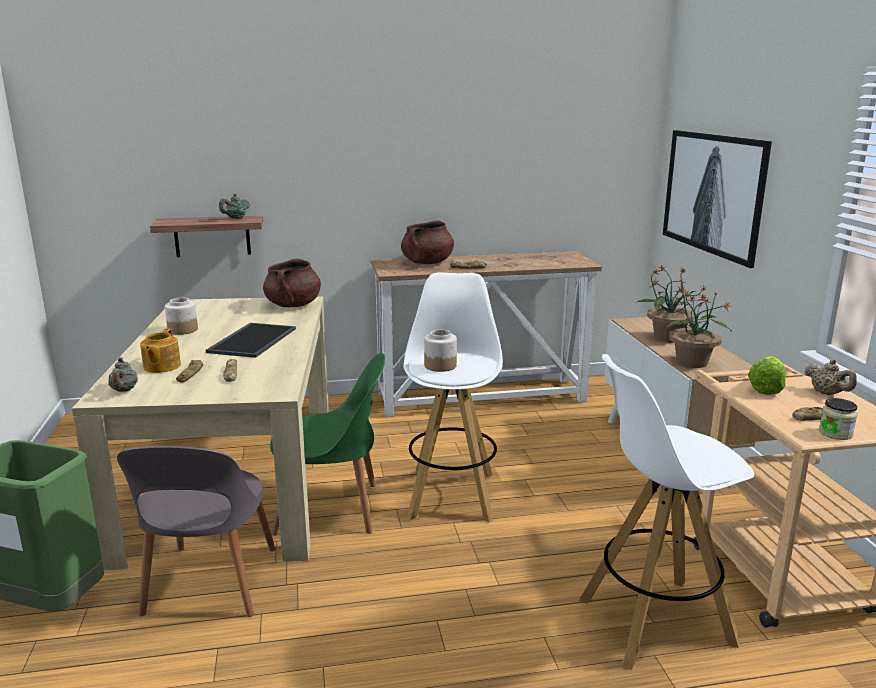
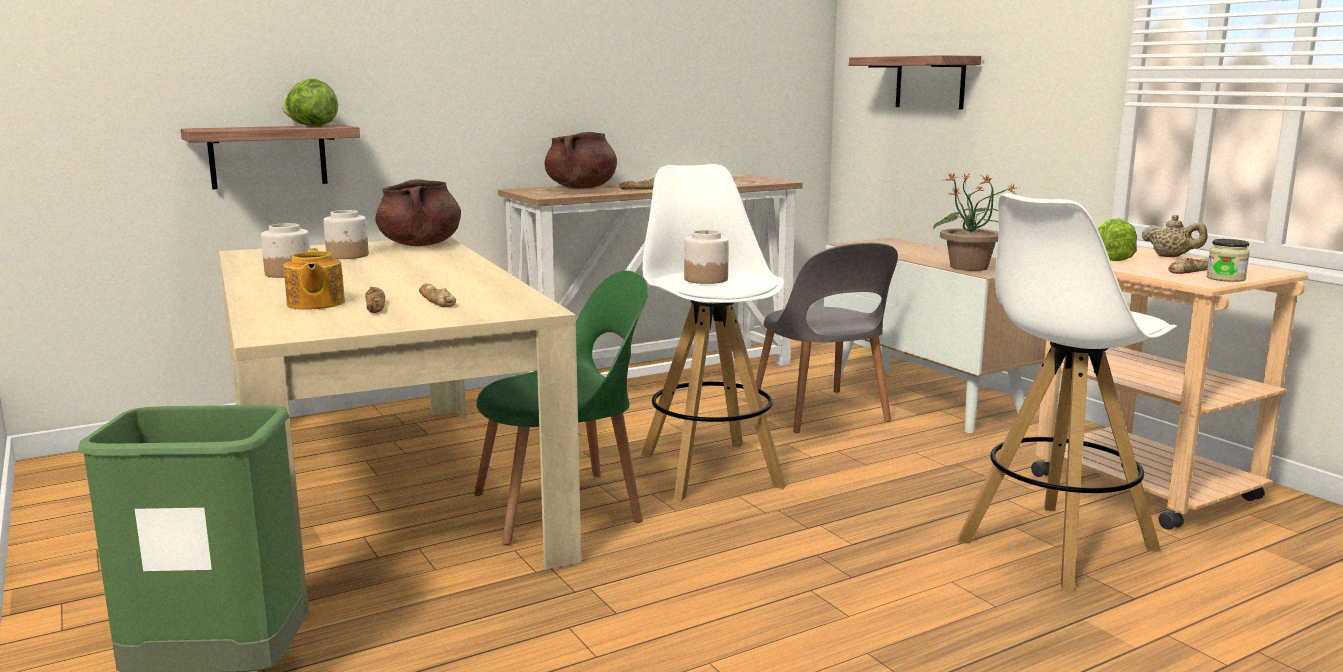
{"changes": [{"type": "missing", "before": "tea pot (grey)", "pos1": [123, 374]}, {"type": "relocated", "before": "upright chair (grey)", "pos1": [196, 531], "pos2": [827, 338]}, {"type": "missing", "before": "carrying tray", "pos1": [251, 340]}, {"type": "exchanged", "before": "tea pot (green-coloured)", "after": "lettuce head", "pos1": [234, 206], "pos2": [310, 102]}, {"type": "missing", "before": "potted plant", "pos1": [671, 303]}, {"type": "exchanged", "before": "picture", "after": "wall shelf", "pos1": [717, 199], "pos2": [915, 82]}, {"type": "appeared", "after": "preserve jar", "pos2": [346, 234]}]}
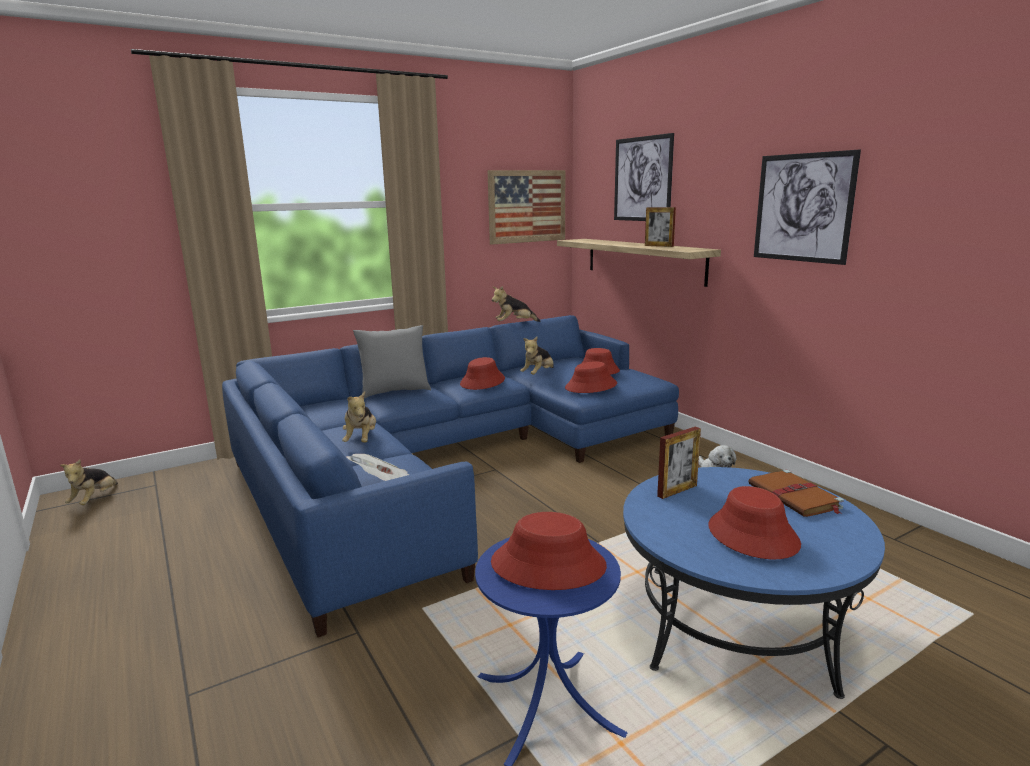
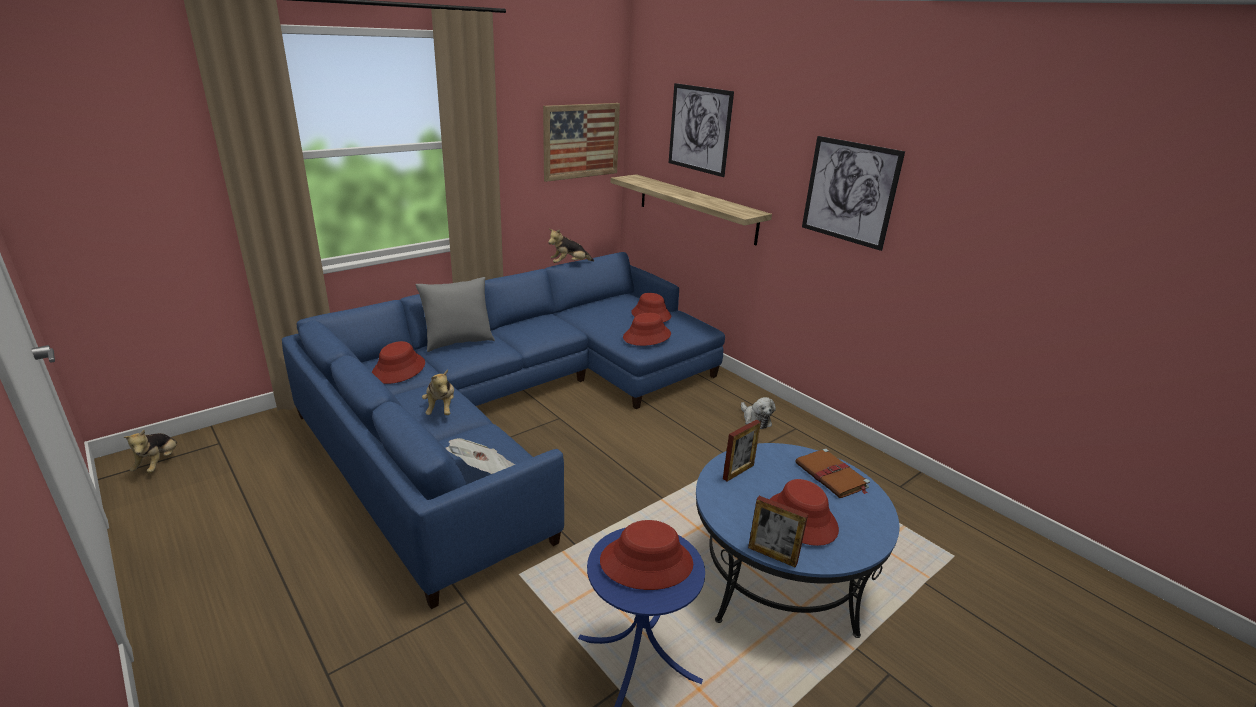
{"changes": [{"type": "relocated", "before": "wearable hat (reddish)", "pos1": [482, 373], "pos2": [398, 362]}, {"type": "missing", "before": "soft toy", "pos1": [537, 356]}, {"type": "relocated", "before": "picture frame", "pos1": [660, 227], "pos2": [778, 532]}]}
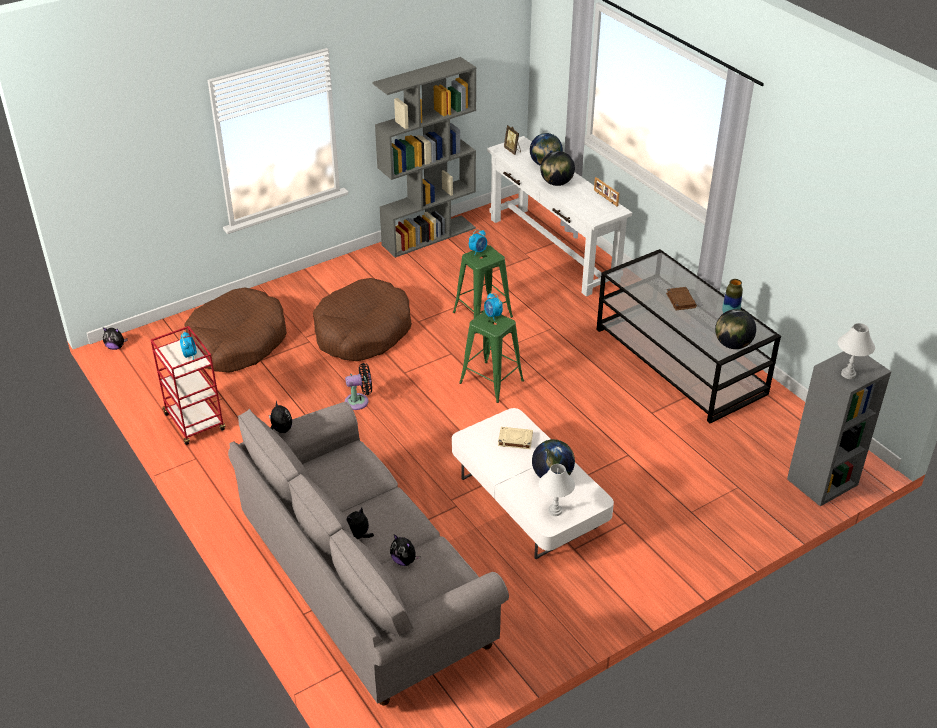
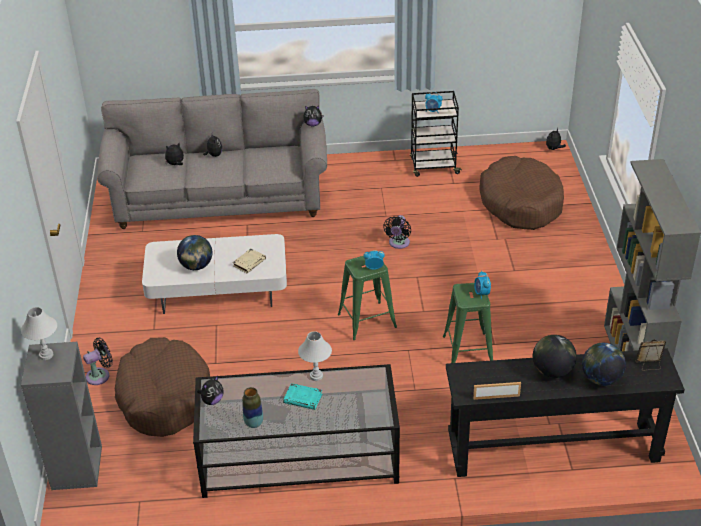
{"changes": [{"type": "colour", "before": "wheeled cart (reddish)", "after": "wheeled cart (black-coloured)", "pos1": [187, 385], "pos2": [436, 134]}, {"type": "relocated", "before": "dog cushion (brownish)", "pos1": [362, 319], "pos2": [162, 387]}, {"type": "colour", "before": "hall table (white-coloured)", "after": "hall table (black-coloured)", "pos1": [559, 216], "pos2": [565, 412]}, {"type": "relocated", "before": "lamp for a table (white-coloured)", "pos1": [557, 490], "pos2": [315, 356]}, {"type": "colour", "before": "bound book (brownish)", "after": "bound book (blue-green)", "pos1": [681, 298], "pos2": [302, 396]}, {"type": "exchanged", "before": "desk globe", "after": "soft toy", "pos1": [735, 329], "pos2": [210, 390]}, {"type": "appeared", "after": "electric fan (black-coloured)", "pos2": [98, 361]}]}
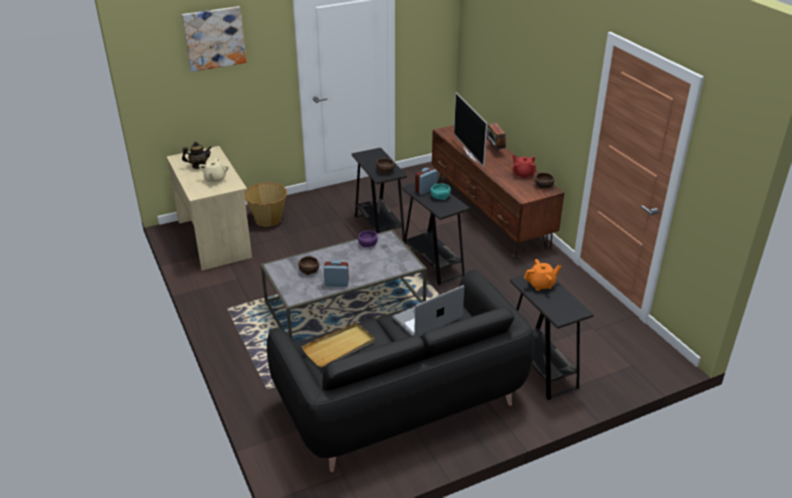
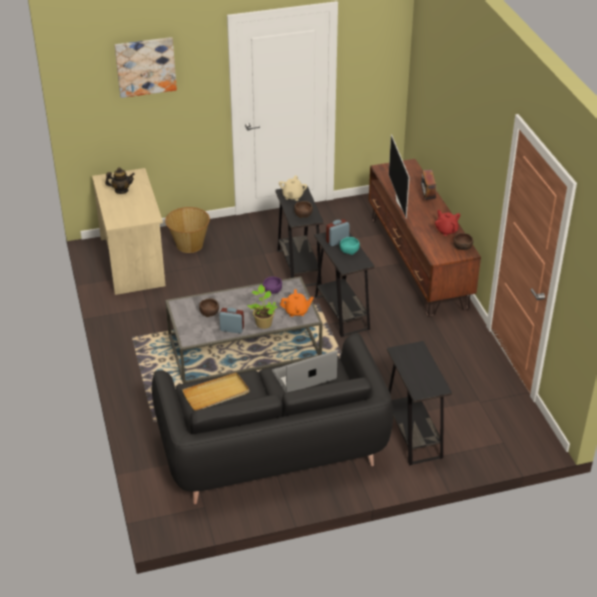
{"changes": [{"type": "relocated", "before": "tea pot (sand-coloured)", "pos1": [214, 170], "pos2": [293, 188]}, {"type": "relocated", "before": "tea pot (orange-coloured)", "pos1": [542, 275], "pos2": [297, 303]}, {"type": "appeared", "after": "potted plant", "pos2": [262, 307]}]}
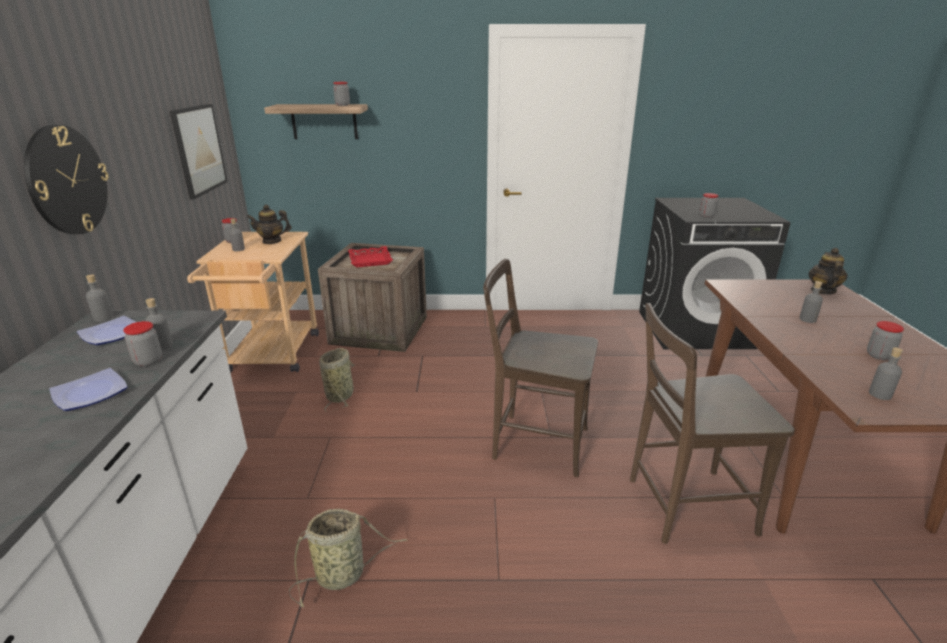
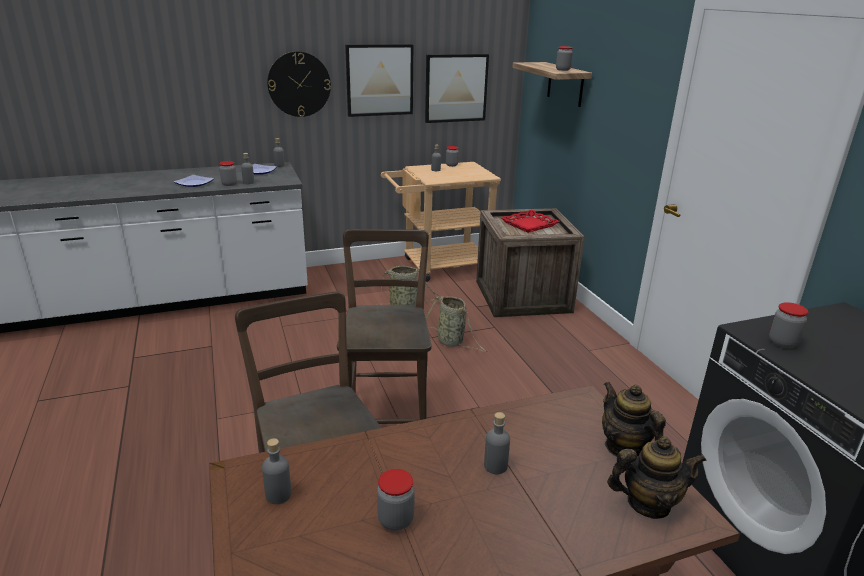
{"changes": [{"type": "relocated", "before": "tea pot", "pos1": [269, 224], "pos2": [634, 419]}, {"type": "relocated", "before": "basket", "pos1": [348, 557], "pos2": [456, 324]}, {"type": "appeared", "after": "picture", "pos2": [379, 80]}]}
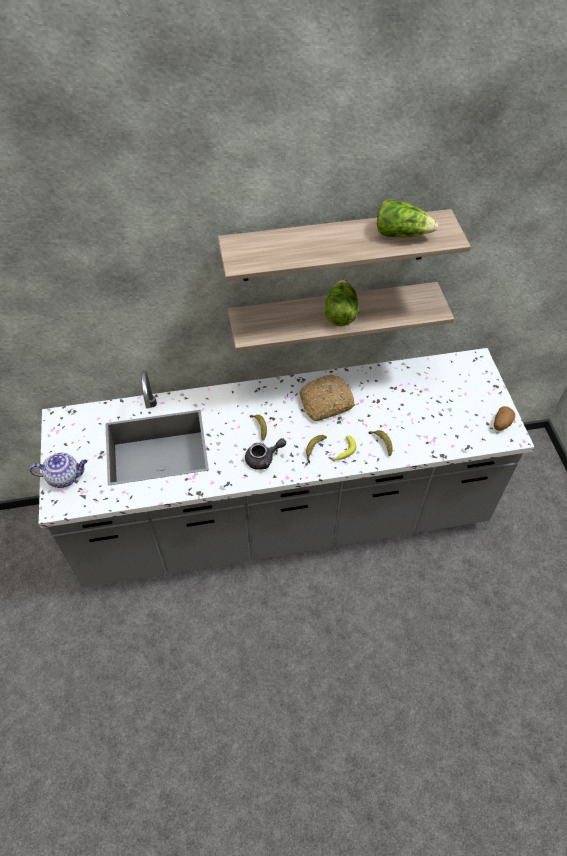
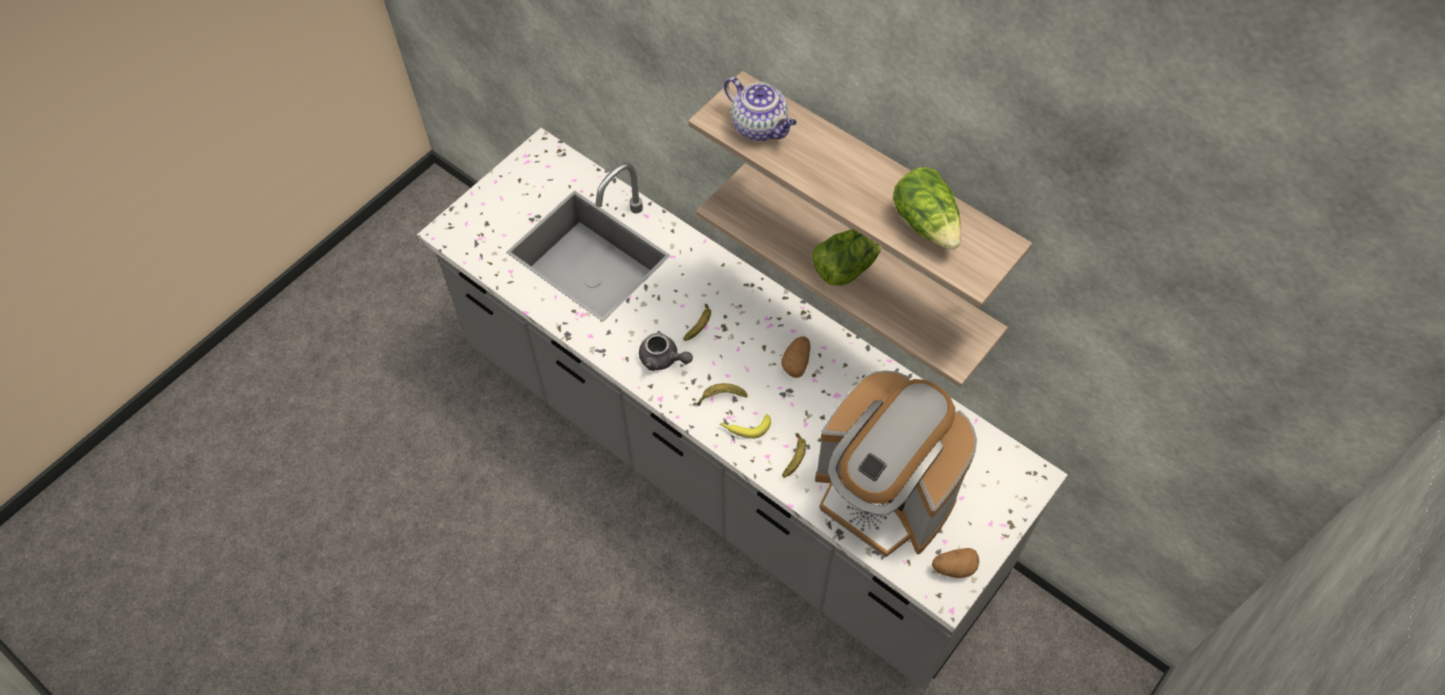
{"changes": [{"type": "relocated", "before": "tea pot", "pos1": [58, 470], "pos2": [760, 109]}, {"type": "exchanged", "before": "bread", "after": "spud", "pos1": [327, 397], "pos2": [795, 357]}, {"type": "appeared", "after": "coffee machine", "pos2": [896, 464]}]}
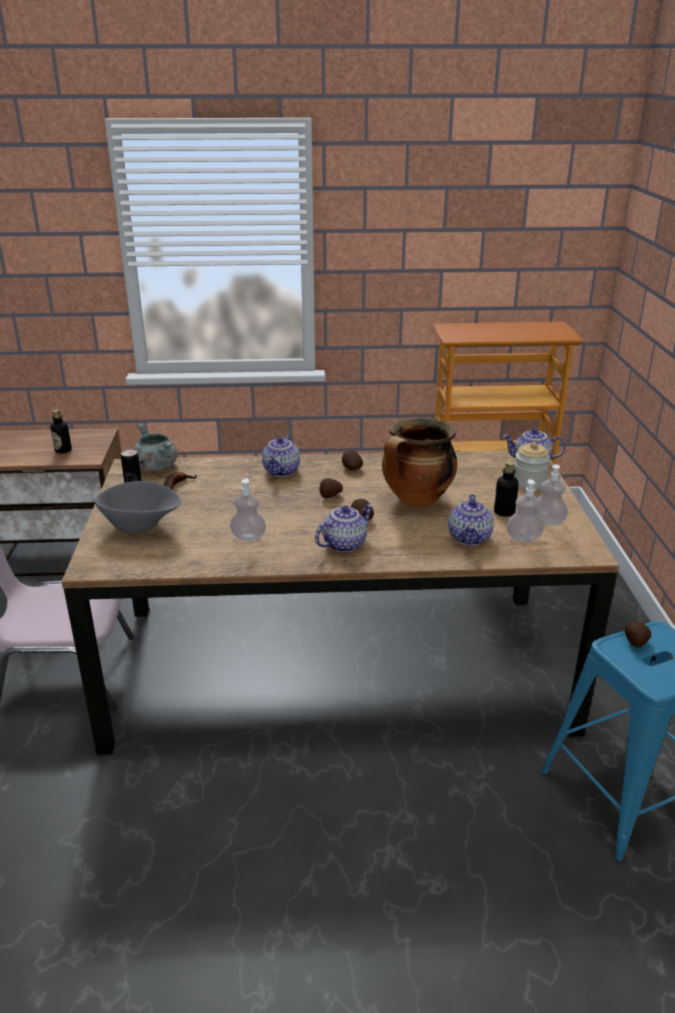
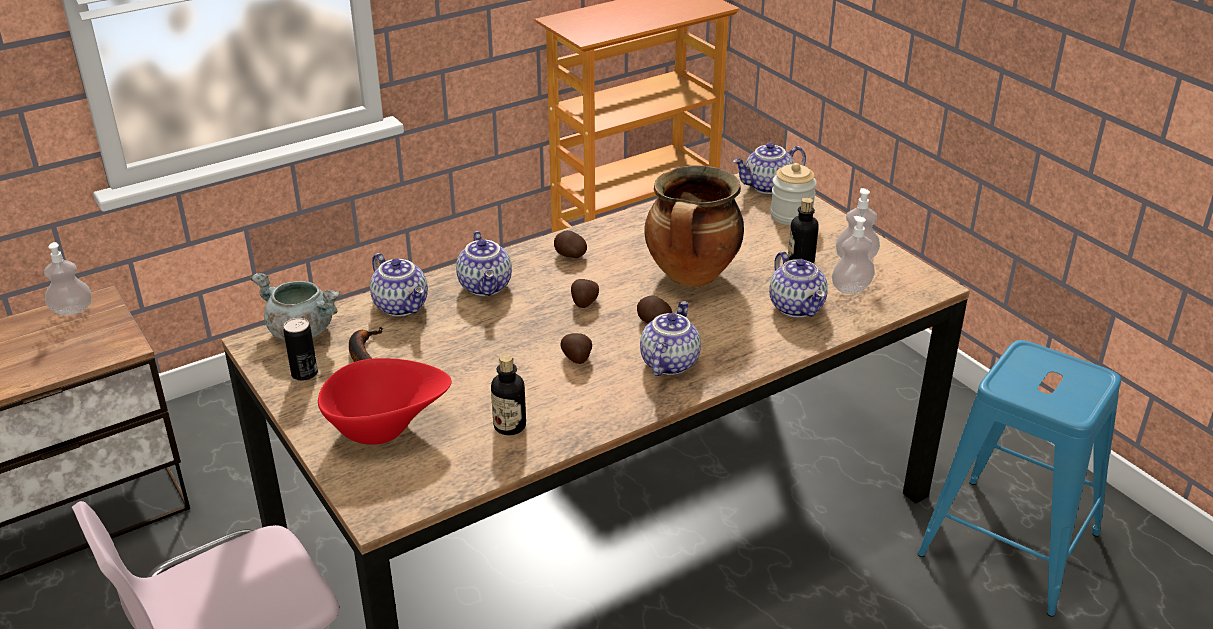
{"changes": [{"type": "relocated", "before": "bottle", "pos1": [61, 431], "pos2": [508, 394]}, {"type": "colour", "before": "serving bowl (grey)", "after": "serving bowl (reddish)", "pos1": [138, 507], "pos2": [385, 401]}, {"type": "relocated", "before": "soap bottle", "pos1": [248, 510], "pos2": [68, 278]}, {"type": "relocated", "before": "spud", "pos1": [638, 634], "pos2": [576, 348]}, {"type": "appeared", "after": "tea pot", "pos2": [399, 285]}]}
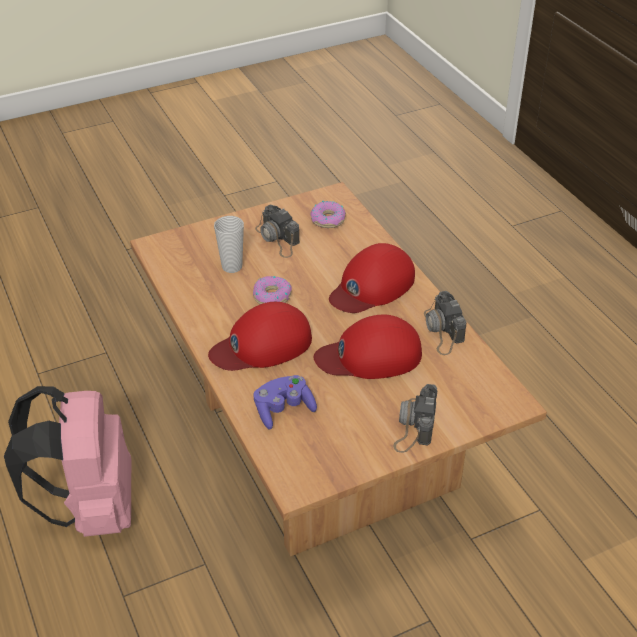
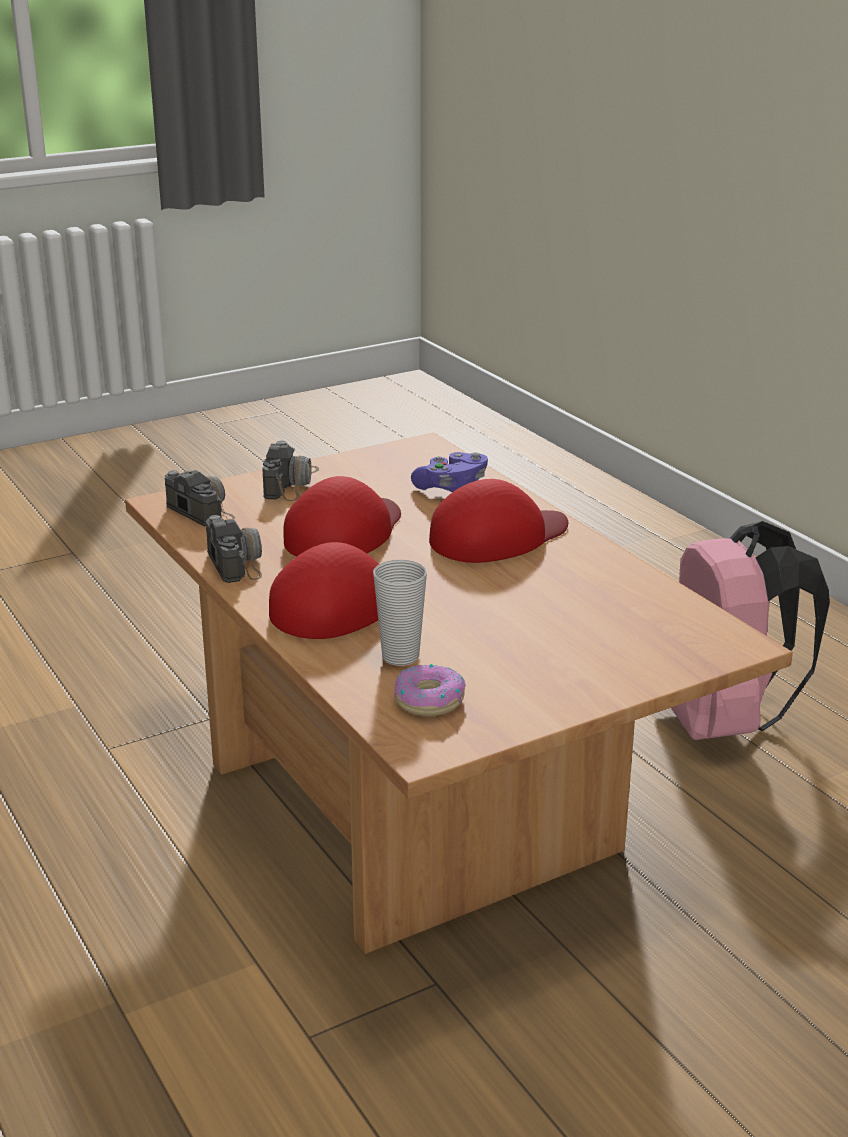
{"changes": [{"type": "relocated", "before": "small cup", "pos1": [229, 244], "pos2": [400, 613]}, {"type": "missing", "before": "ring doughnut", "pos1": [272, 290]}, {"type": "relocated", "before": "photo camera", "pos1": [277, 231], "pos2": [200, 498]}, {"type": "spun", "before": "baseball cap (reddish)", "pos1": [368, 347], "pos2": [342, 516], "turn": -45}]}
